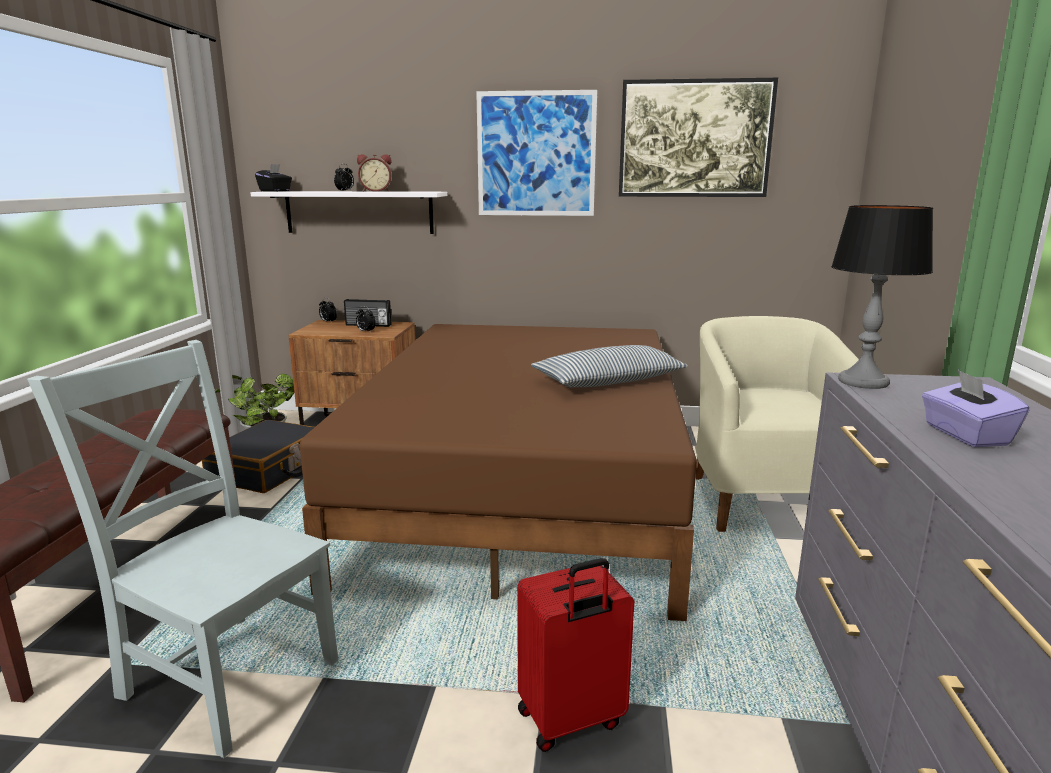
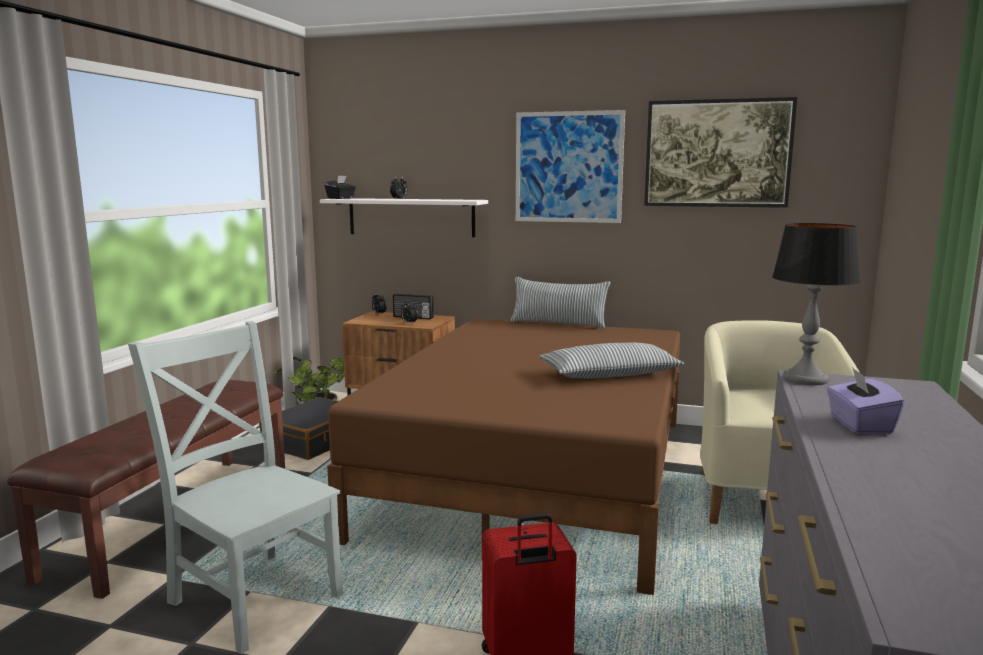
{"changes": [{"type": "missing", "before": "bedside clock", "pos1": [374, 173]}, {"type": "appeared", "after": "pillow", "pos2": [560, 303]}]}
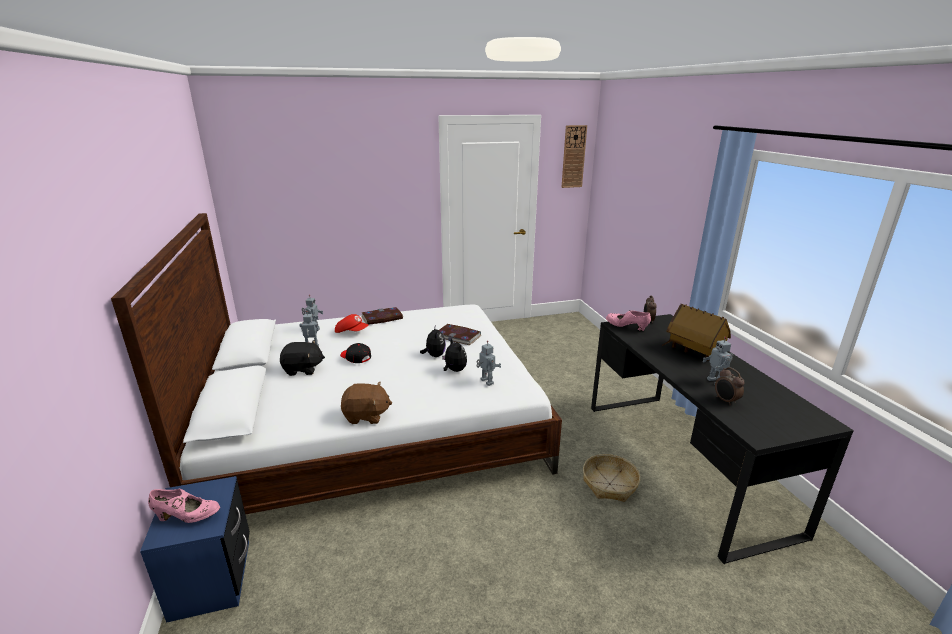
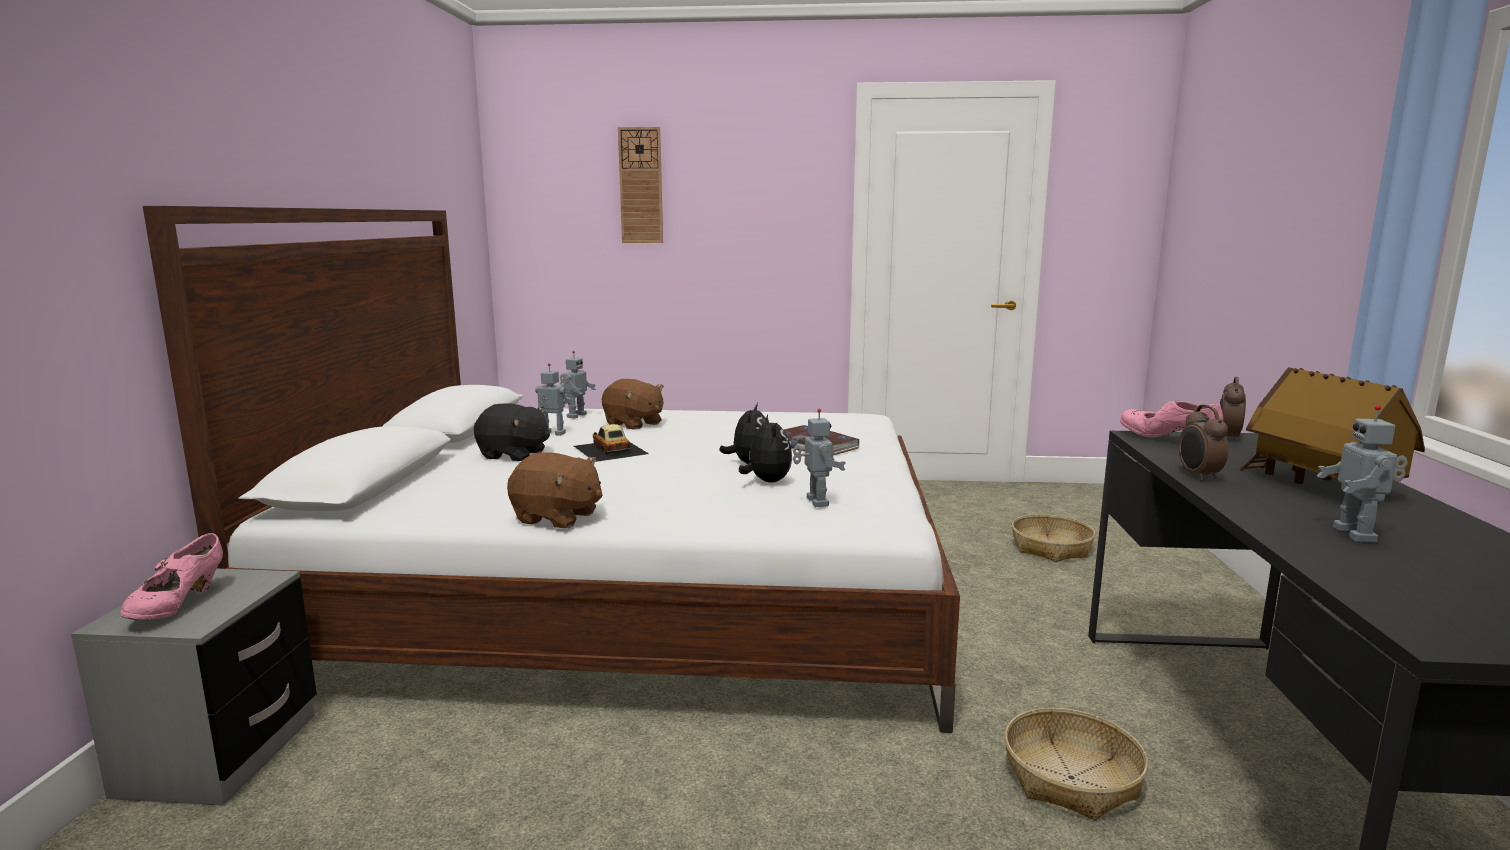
{"changes": [{"type": "colour", "before": "night table (bluish)", "after": "night table (grey)", "pos1": [195, 549], "pos2": [194, 687]}, {"type": "spun", "before": "low shoe (pink)", "pos1": [184, 506], "pos2": [171, 576], "turn": 75}, {"type": "exchanged", "before": "baseball cap (reddish)", "after": "soft toy (brownish)", "pos1": [351, 323], "pos2": [633, 404]}, {"type": "exchanged", "before": "baseball cap (black-coloured)", "after": "toy car", "pos1": [355, 353], "pos2": [611, 443]}, {"type": "missing", "before": "bound book", "pos1": [382, 316]}, {"type": "relocated", "before": "wall clock", "pos1": [574, 156], "pos2": [640, 185]}, {"type": "relocated", "before": "bedside clock", "pos1": [730, 386], "pos2": [1203, 443]}, {"type": "appeared", "after": "basket", "pos2": [1053, 538]}]}
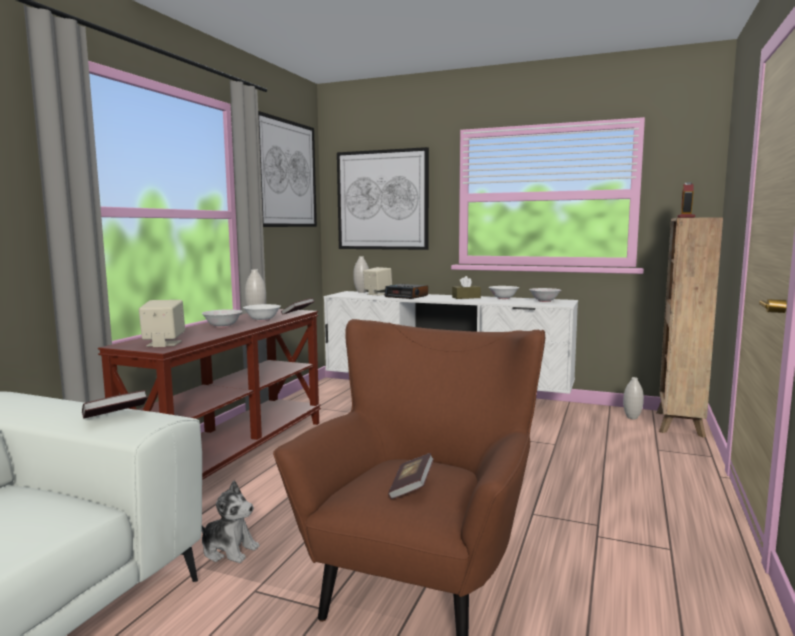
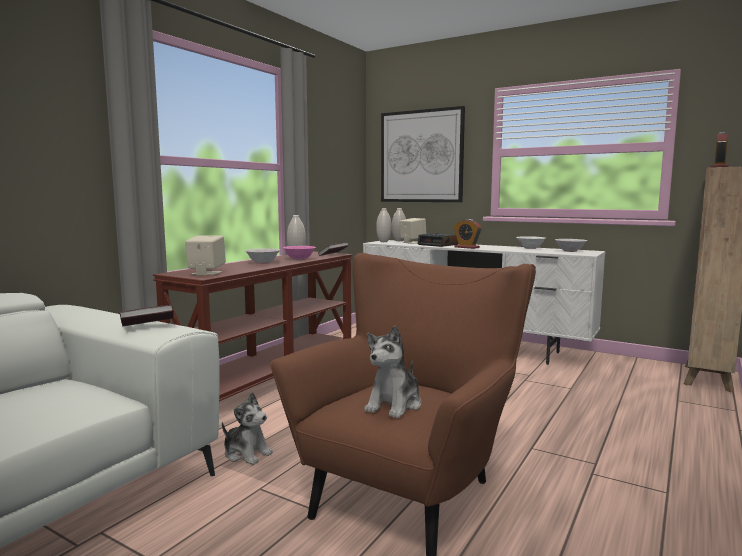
{"changes": [{"type": "colour", "before": "serving bowl (white-coloured)", "after": "serving bowl (pink)", "pos1": [262, 312], "pos2": [299, 253]}, {"type": "missing", "before": "picture", "pos1": [287, 169]}, {"type": "exchanged", "before": "bound book", "after": "soft toy", "pos1": [411, 476], "pos2": [392, 372]}, {"type": "missing", "before": "tissue holder (brownish)", "pos1": [466, 287]}, {"type": "relocated", "before": "vase (white-coloured)", "pos1": [633, 398], "pos2": [384, 225]}, {"type": "appeared", "after": "bedside clock", "pos2": [468, 234]}]}
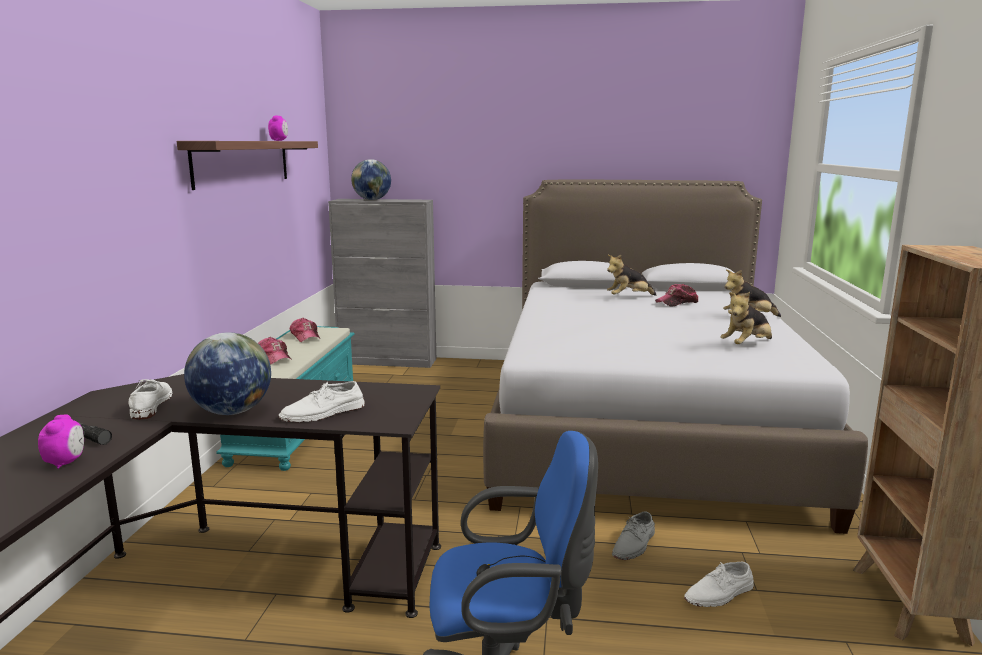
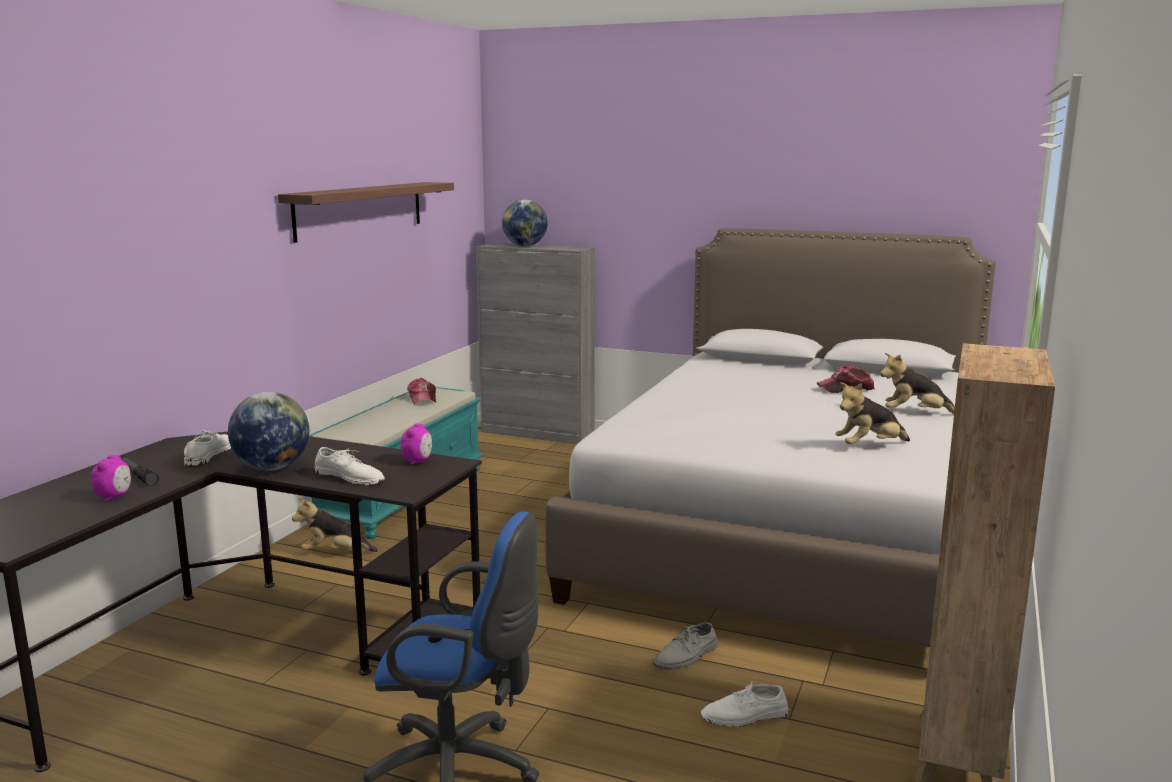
{"changes": [{"type": "missing", "before": "baseball cap", "pos1": [275, 350]}, {"type": "relocated", "before": "bedside clock", "pos1": [278, 128], "pos2": [416, 444]}, {"type": "spun", "before": "low shoe (white-coloured)", "pos1": [322, 401], "pos2": [349, 466], "turn": -135}, {"type": "relocated", "before": "soft toy", "pos1": [632, 275], "pos2": [335, 524]}]}
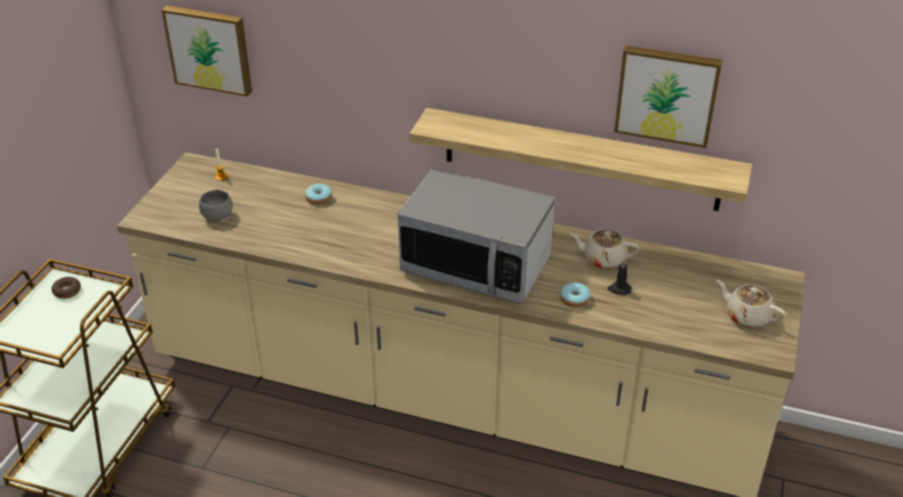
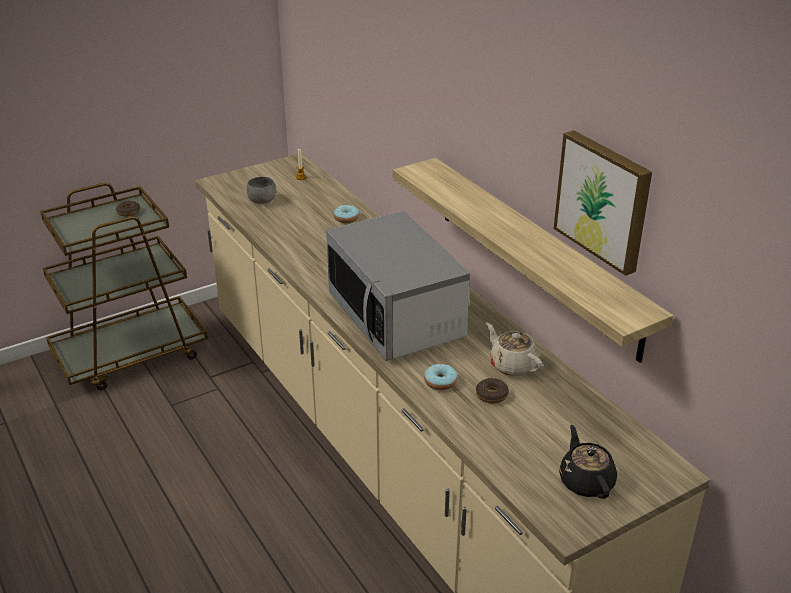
{"changes": [{"type": "missing", "before": "picture", "pos1": [207, 51]}, {"type": "exchanged", "before": "candle (black-coloured)", "after": "ring doughnut", "pos1": [619, 277], "pos2": [492, 390]}, {"type": "colour", "before": "tea pot (sand-coloured)", "after": "tea pot (black-coloured)", "pos1": [750, 304], "pos2": [588, 462]}]}
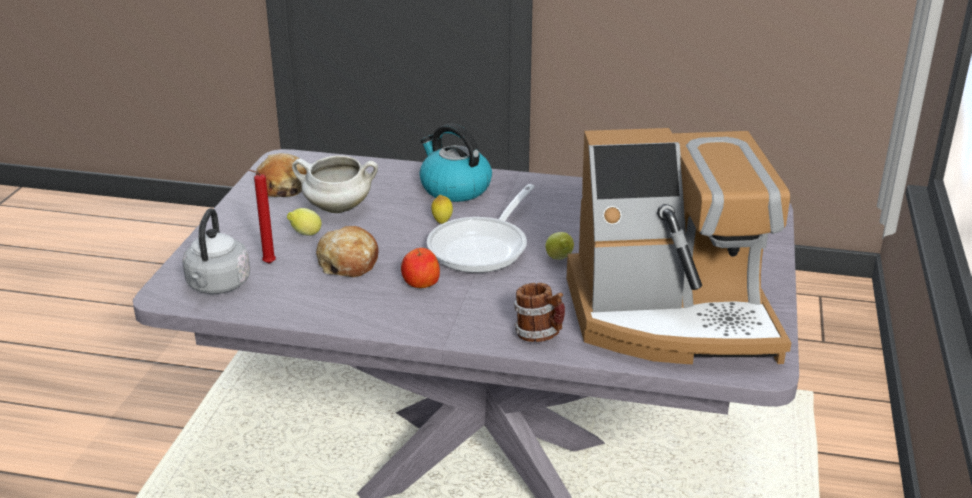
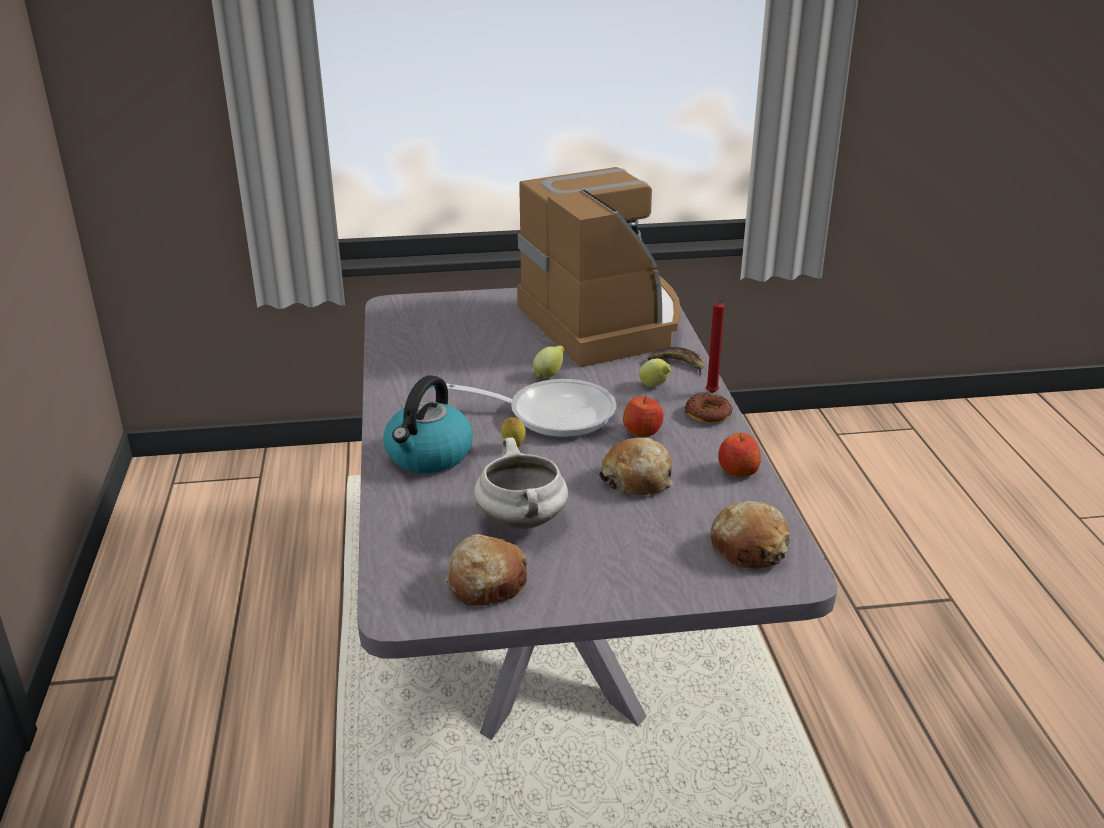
{"changes": [{"type": "exchanged", "before": "water kettle (grey)", "after": "bread", "pos1": [216, 251], "pos2": [750, 535]}, {"type": "relocated", "before": "candle (reddish)", "pos1": [262, 217], "pos2": [719, 344]}, {"type": "relocated", "before": "citrus fruit", "pos1": [304, 222], "pos2": [655, 373]}, {"type": "exchanged", "before": "tea mug", "after": "banana fruit", "pos1": [539, 312], "pos2": [676, 361]}, {"type": "appeared", "after": "ring doughnut", "pos2": [708, 408]}, {"type": "appeared", "after": "apple fruit", "pos2": [739, 455]}]}
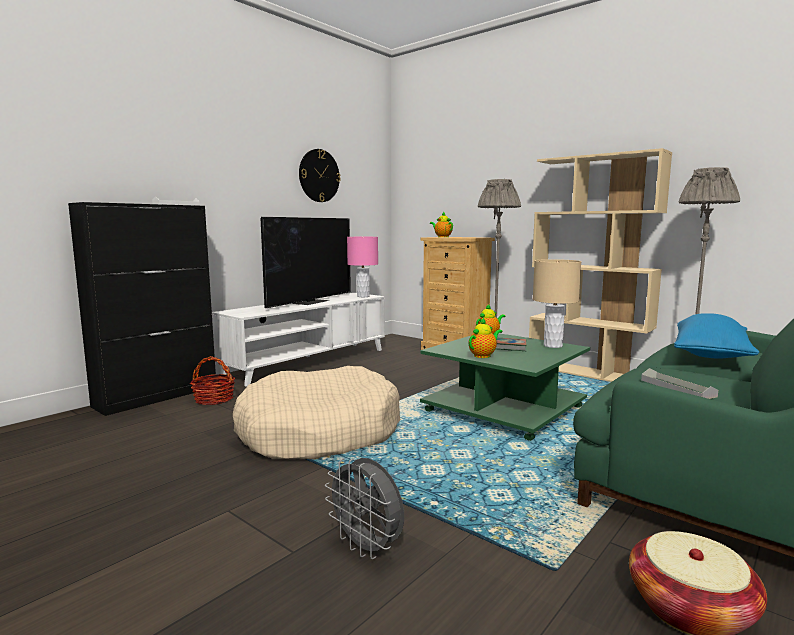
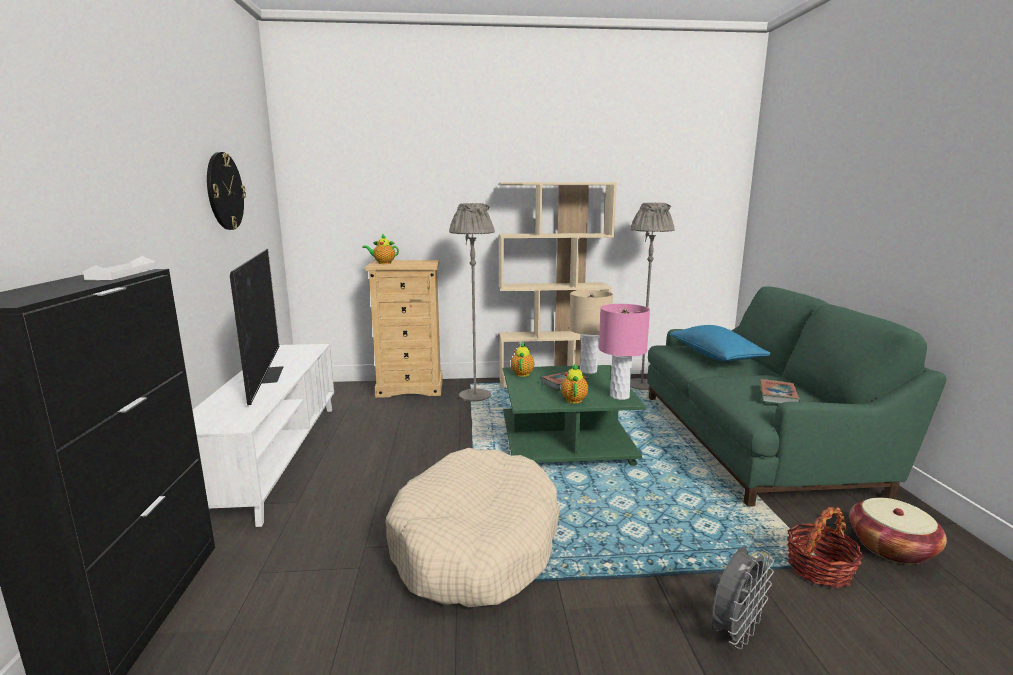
{"changes": [{"type": "relocated", "before": "basket", "pos1": [212, 380], "pos2": [825, 548]}, {"type": "spun", "before": "electric fan (grey)", "pos1": [364, 508], "pos2": [742, 598], "turn": -45}, {"type": "relocated", "before": "lamp for a table (pink)", "pos1": [362, 267], "pos2": [624, 352]}, {"type": "exchanged", "before": "carrying tray (grey)", "after": "bound book", "pos1": [679, 383], "pos2": [780, 391]}]}
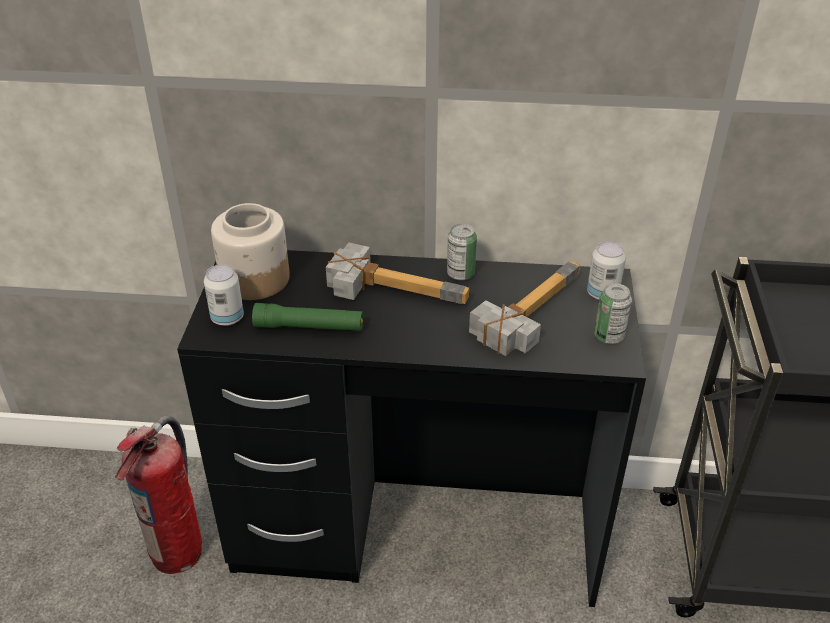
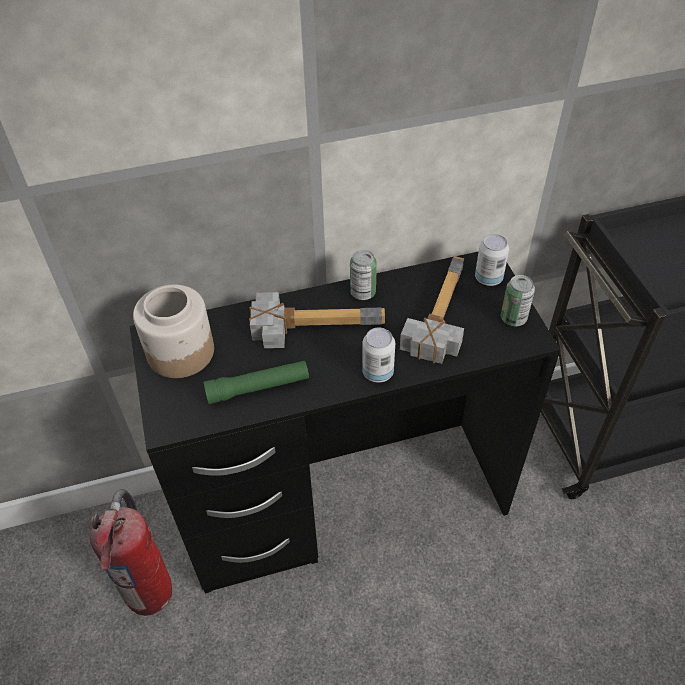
{"changes": [{"type": "relocated", "before": "sealed can", "pos1": [224, 295], "pos2": [378, 355]}]}
